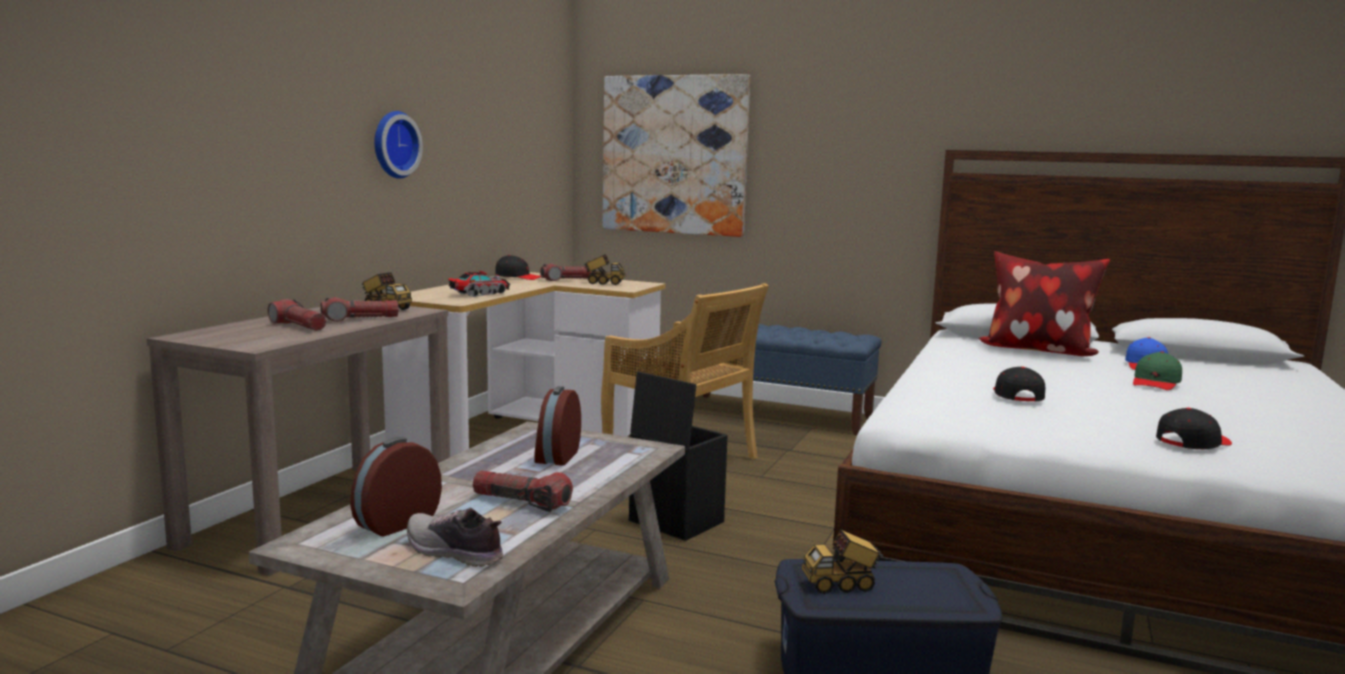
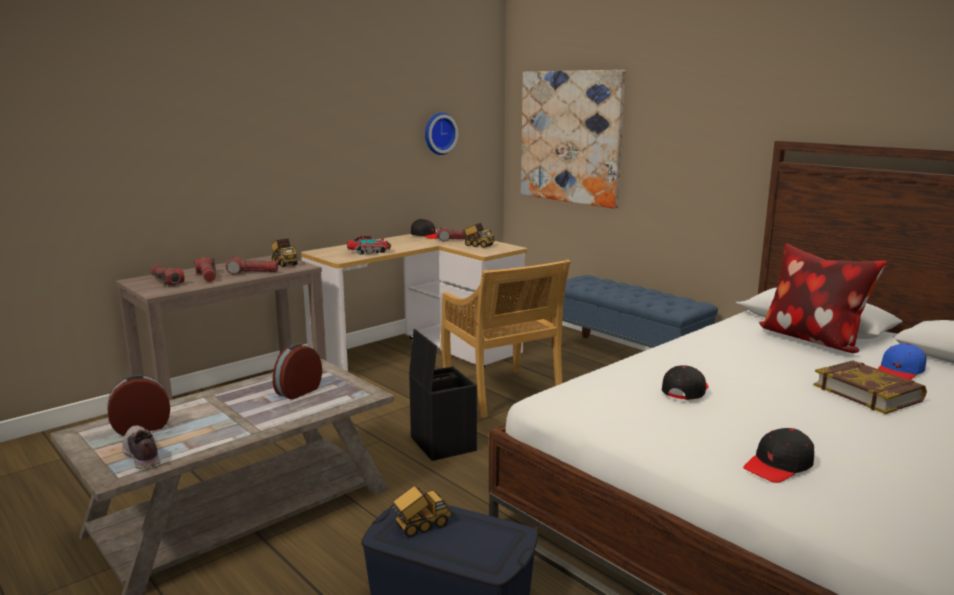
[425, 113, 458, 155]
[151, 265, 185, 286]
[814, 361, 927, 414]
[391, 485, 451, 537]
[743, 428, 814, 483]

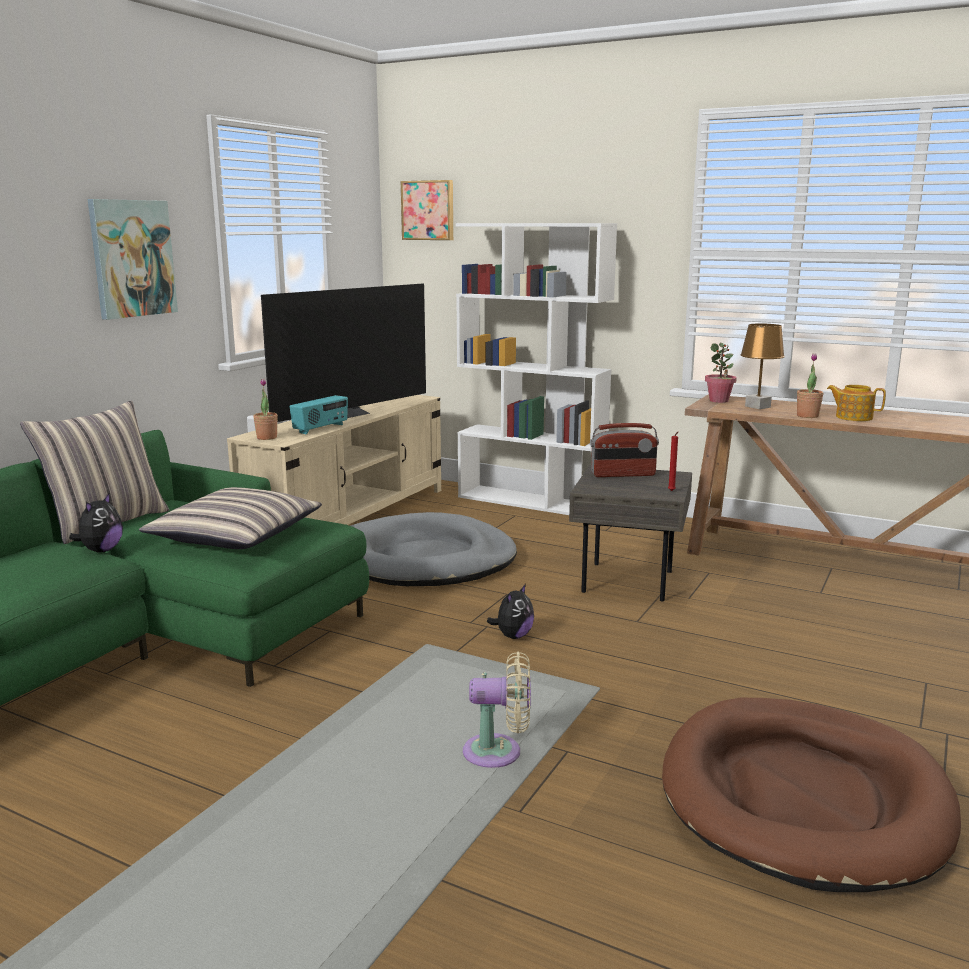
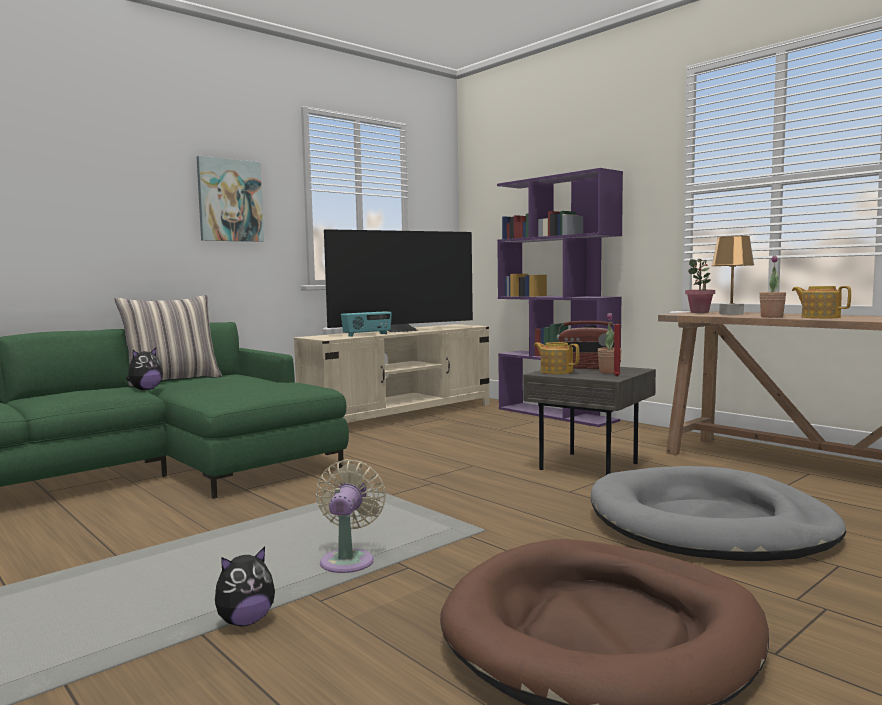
[139, 487, 322, 549] (first image)
[401, 180, 453, 240] (first image)
[534, 342, 579, 374]
[597, 313, 622, 374]
[591, 466, 846, 561]
[215, 547, 275, 626]
[497, 168, 623, 427]
[316, 459, 386, 573]

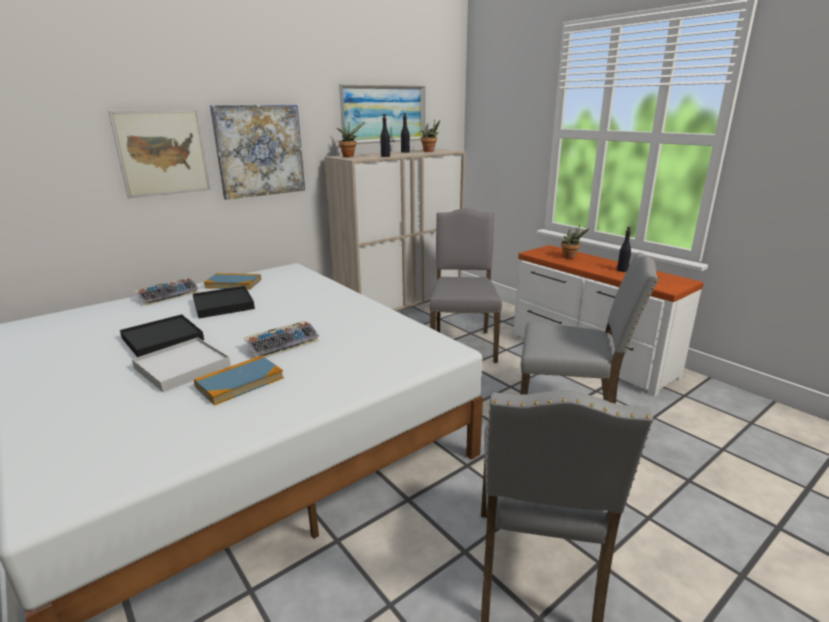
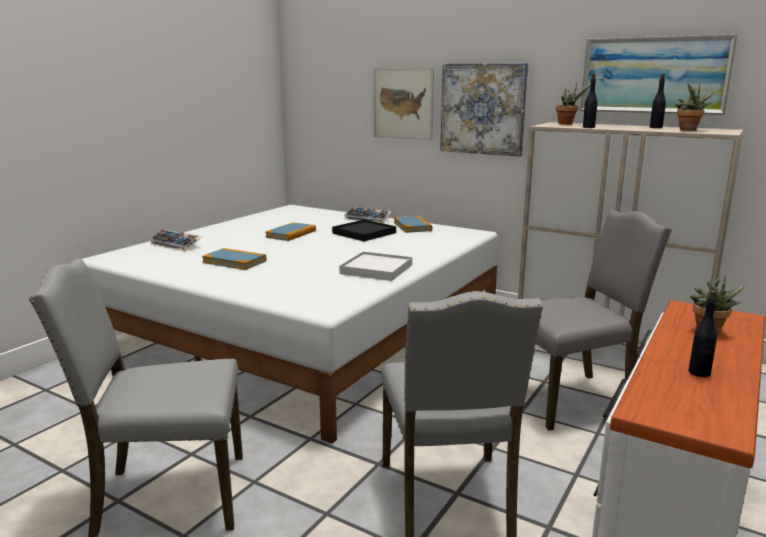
[339, 251, 412, 281]
[149, 230, 202, 251]
[266, 223, 316, 241]

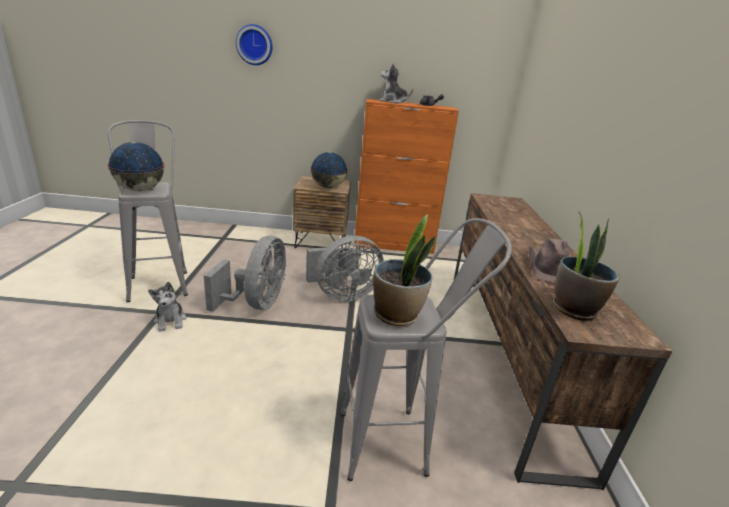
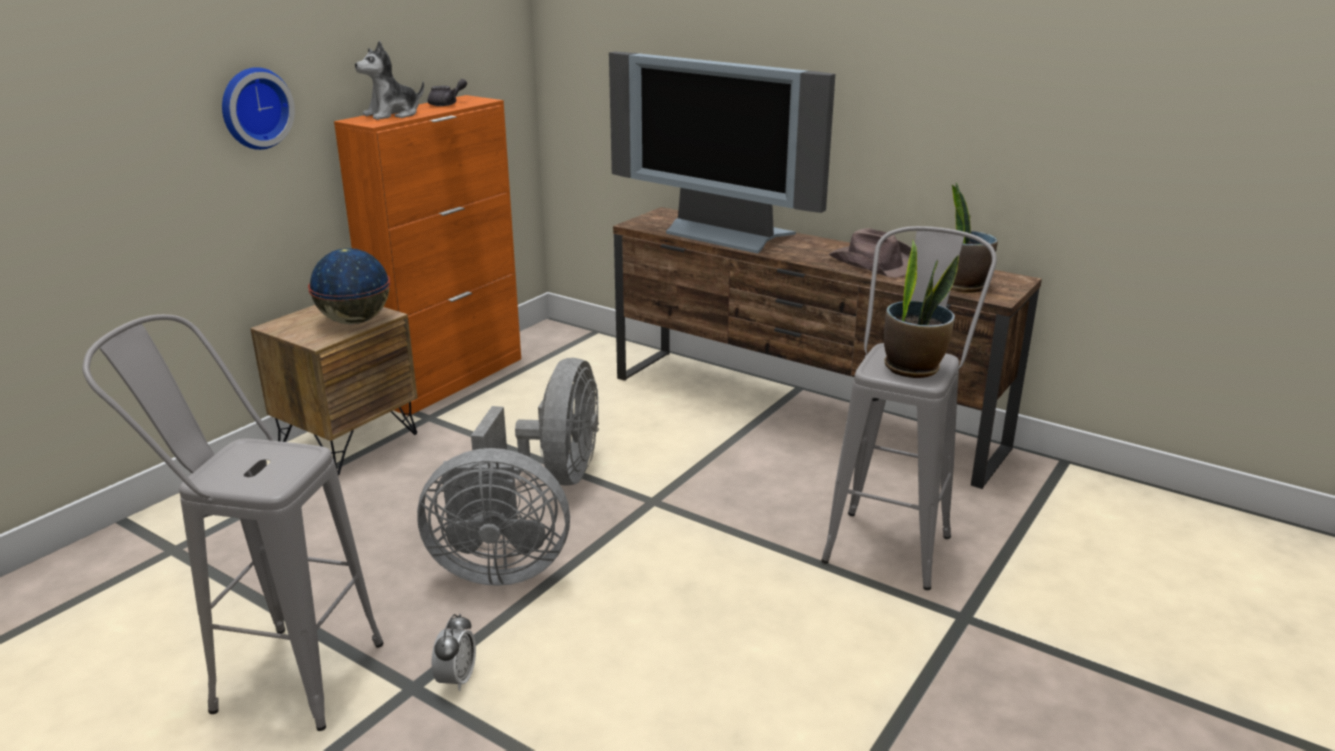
[108, 142, 164, 191] (first image)
[609, 52, 835, 254]
[222, 67, 295, 150]
[432, 614, 476, 691]
[417, 448, 570, 586]

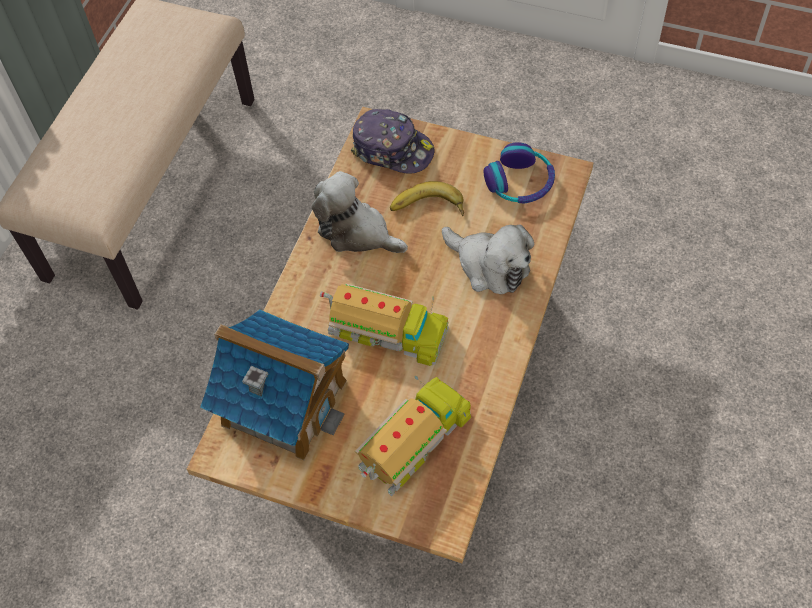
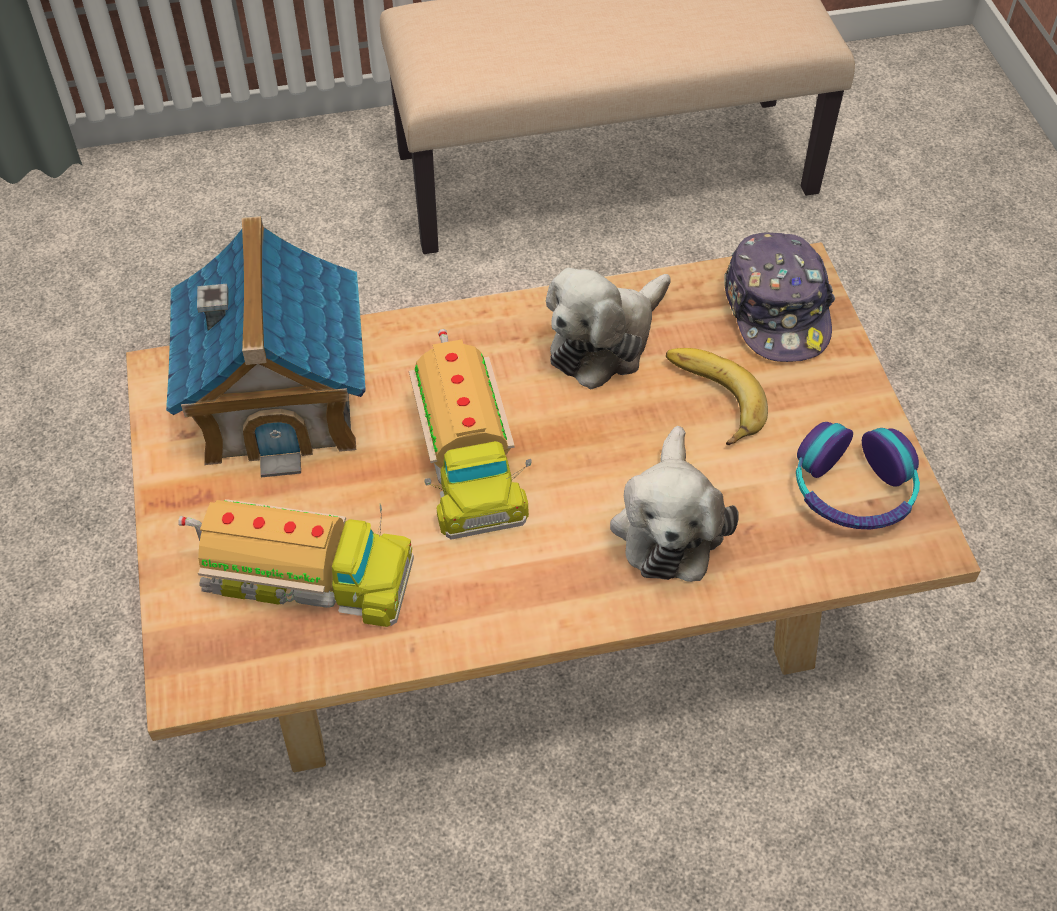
[546, 268, 671, 390]

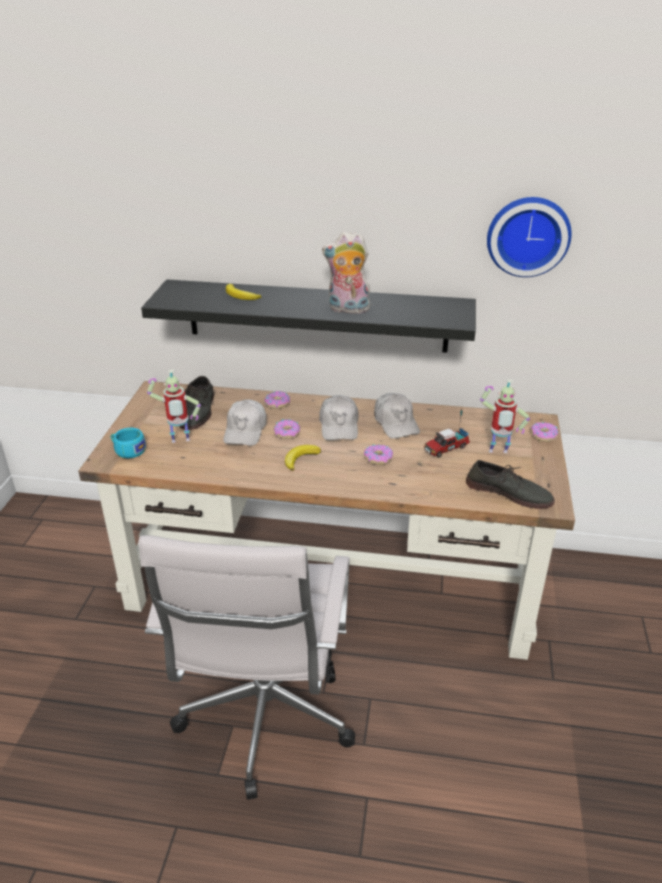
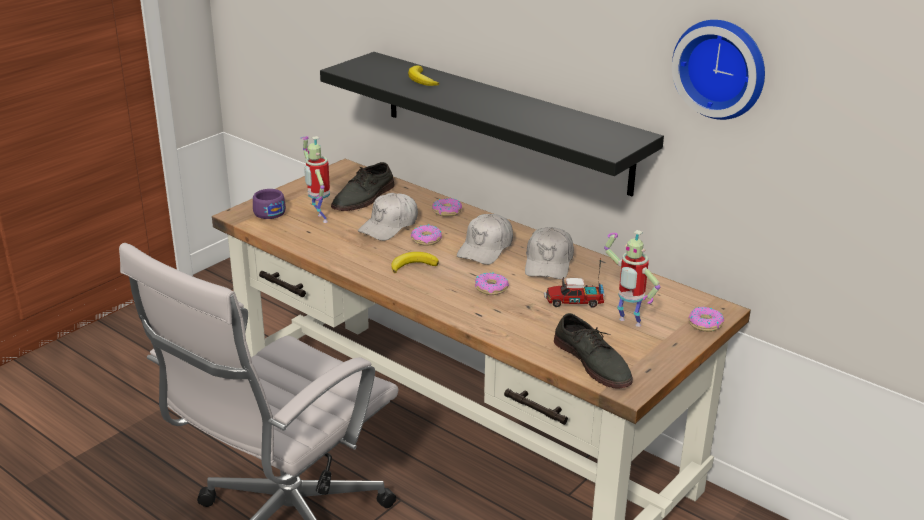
[322, 232, 370, 316] (first image)
[253, 189, 286, 219]
[300, 136, 330, 223]

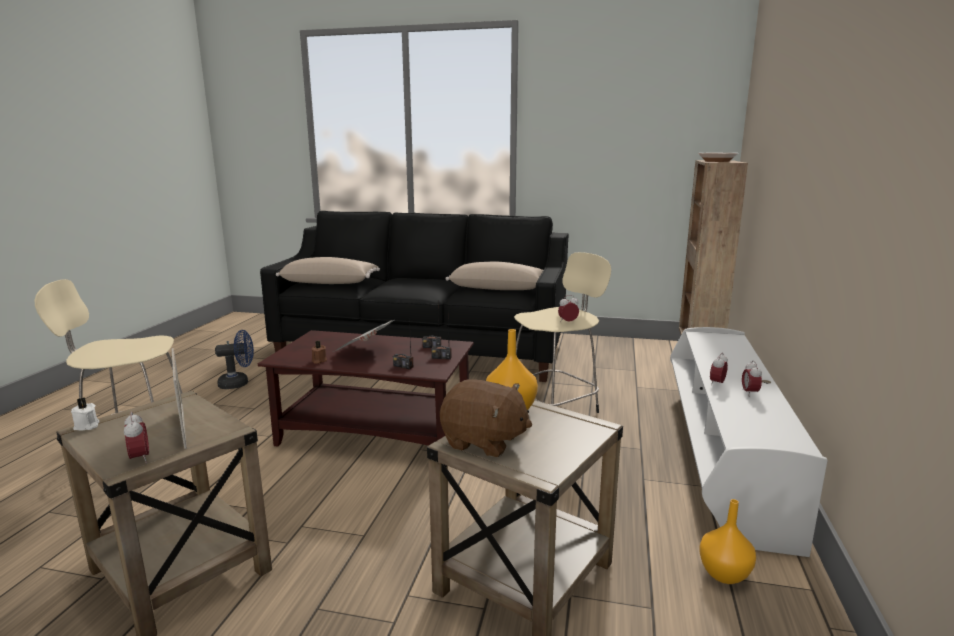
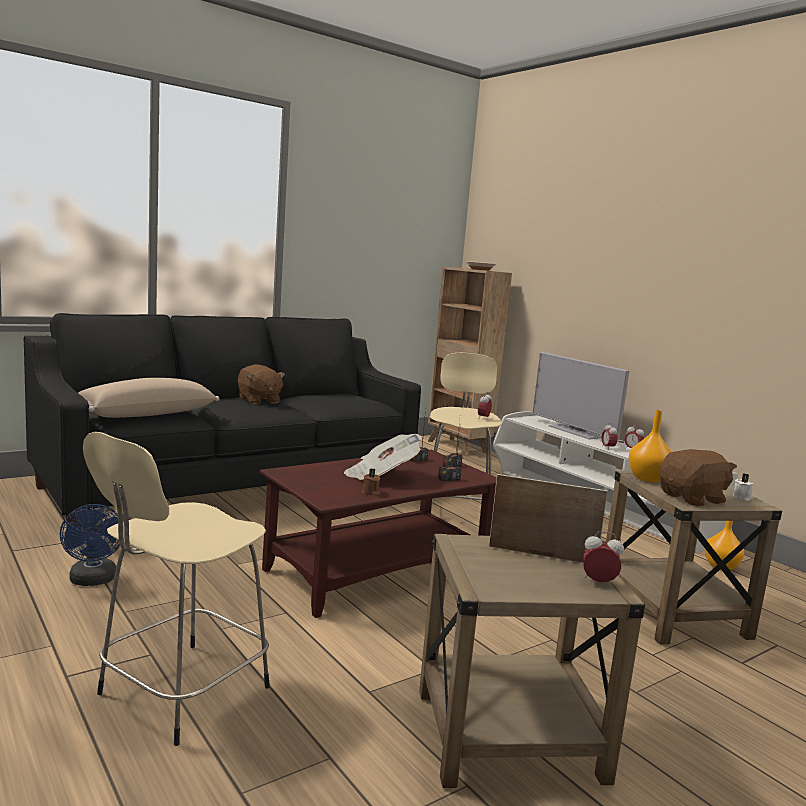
[446, 262, 543, 290] (first image)
[237, 364, 285, 404]
[532, 352, 629, 440]
[733, 473, 754, 501]
[60, 504, 120, 586]

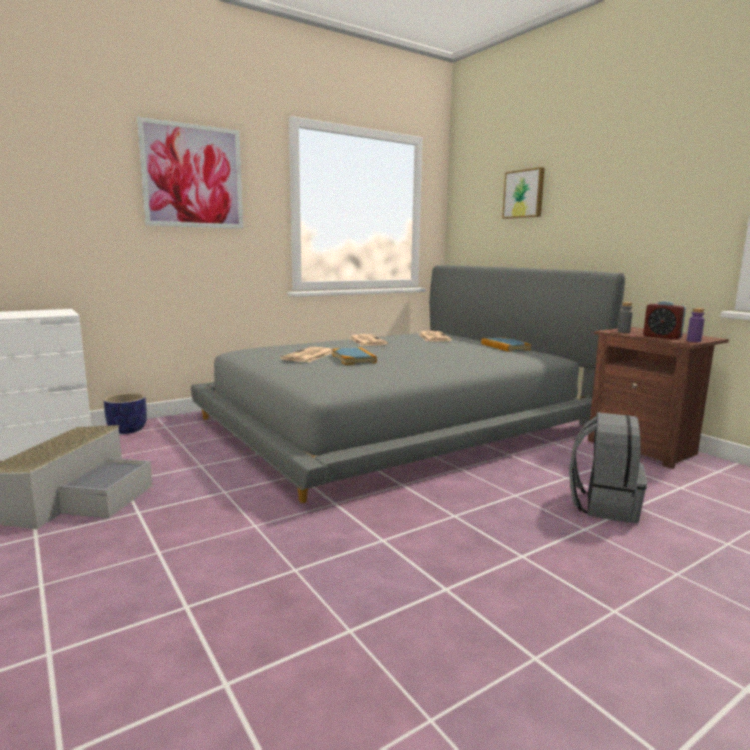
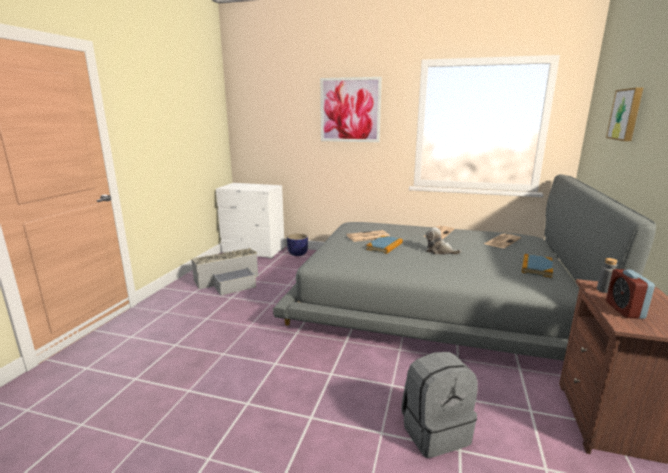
[687, 308, 705, 342] (first image)
[426, 227, 461, 255]

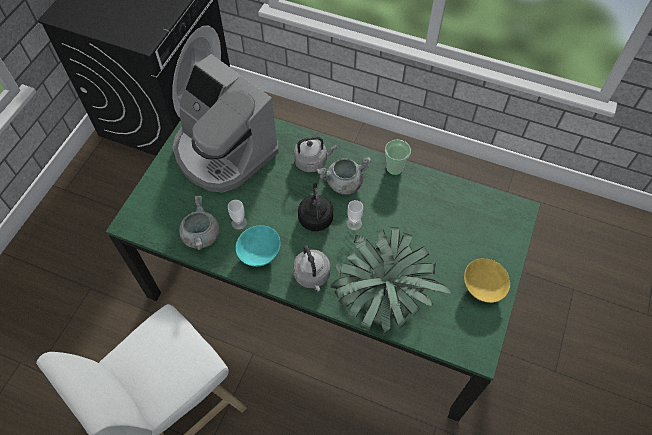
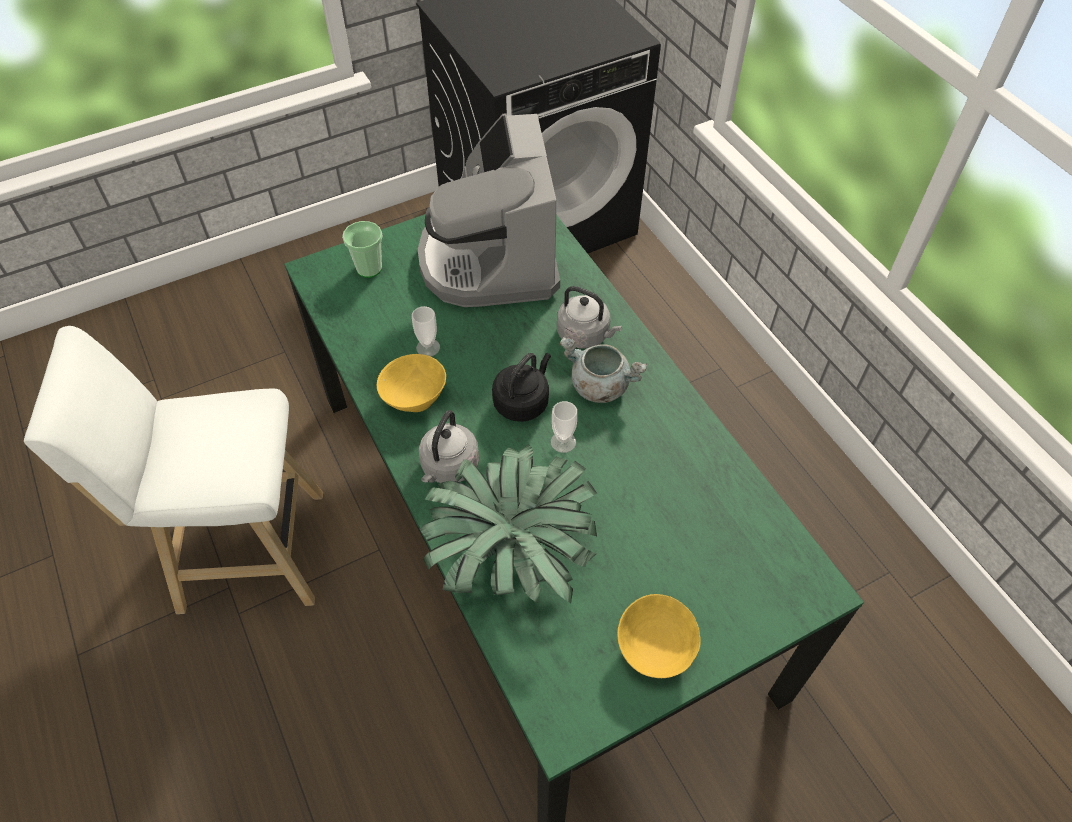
[179, 196, 219, 250] (first image)
[342, 221, 382, 278]
[377, 354, 446, 412]

